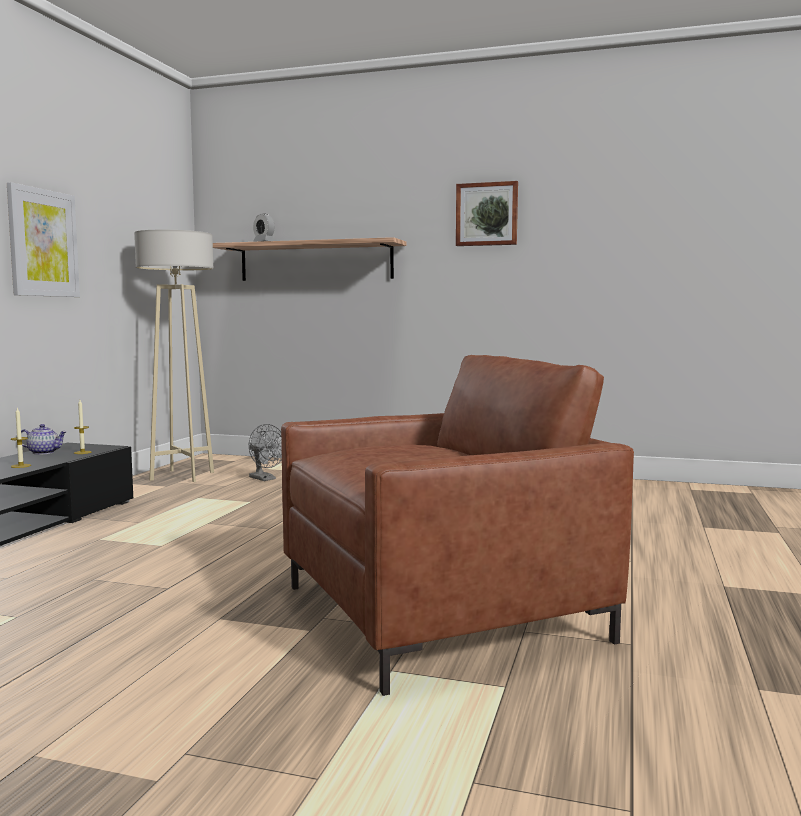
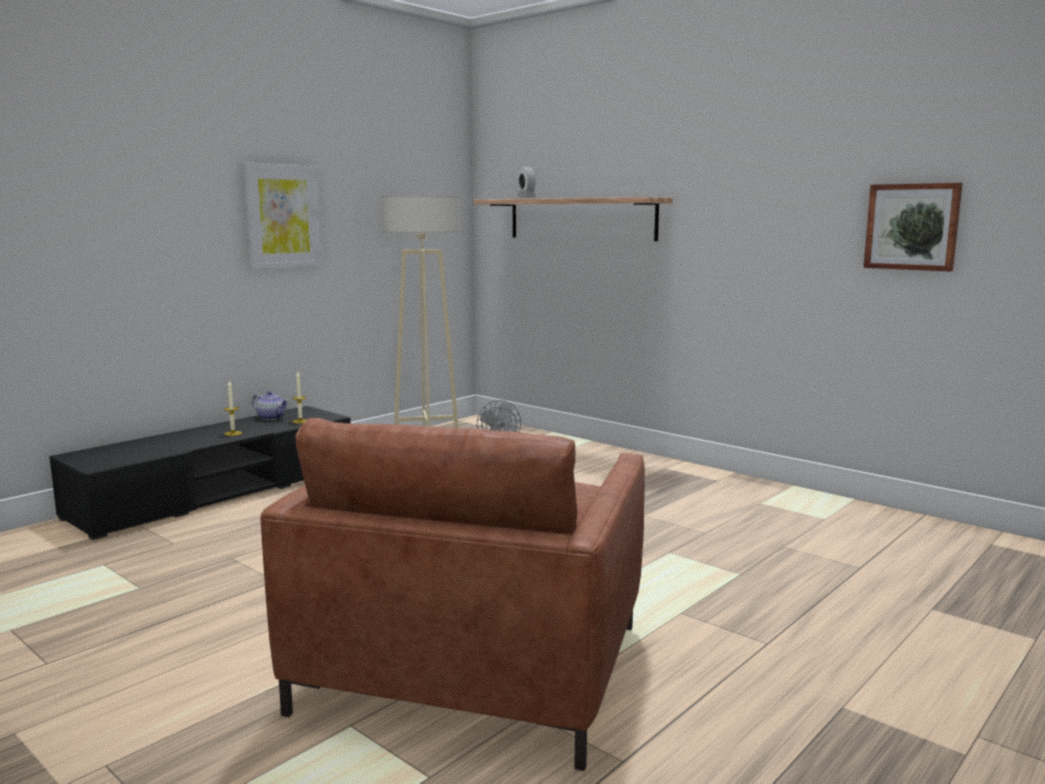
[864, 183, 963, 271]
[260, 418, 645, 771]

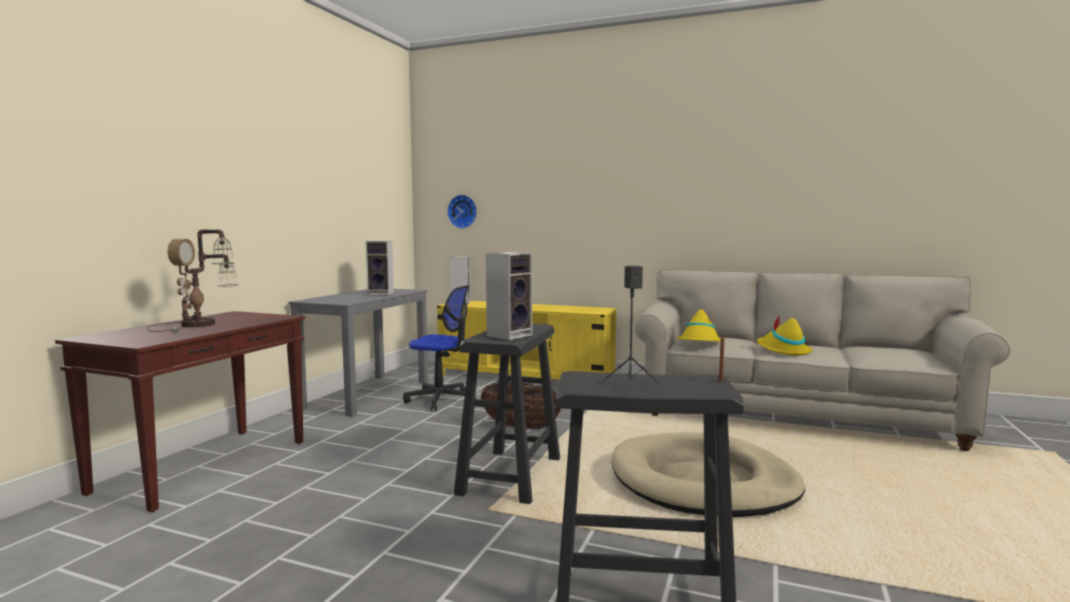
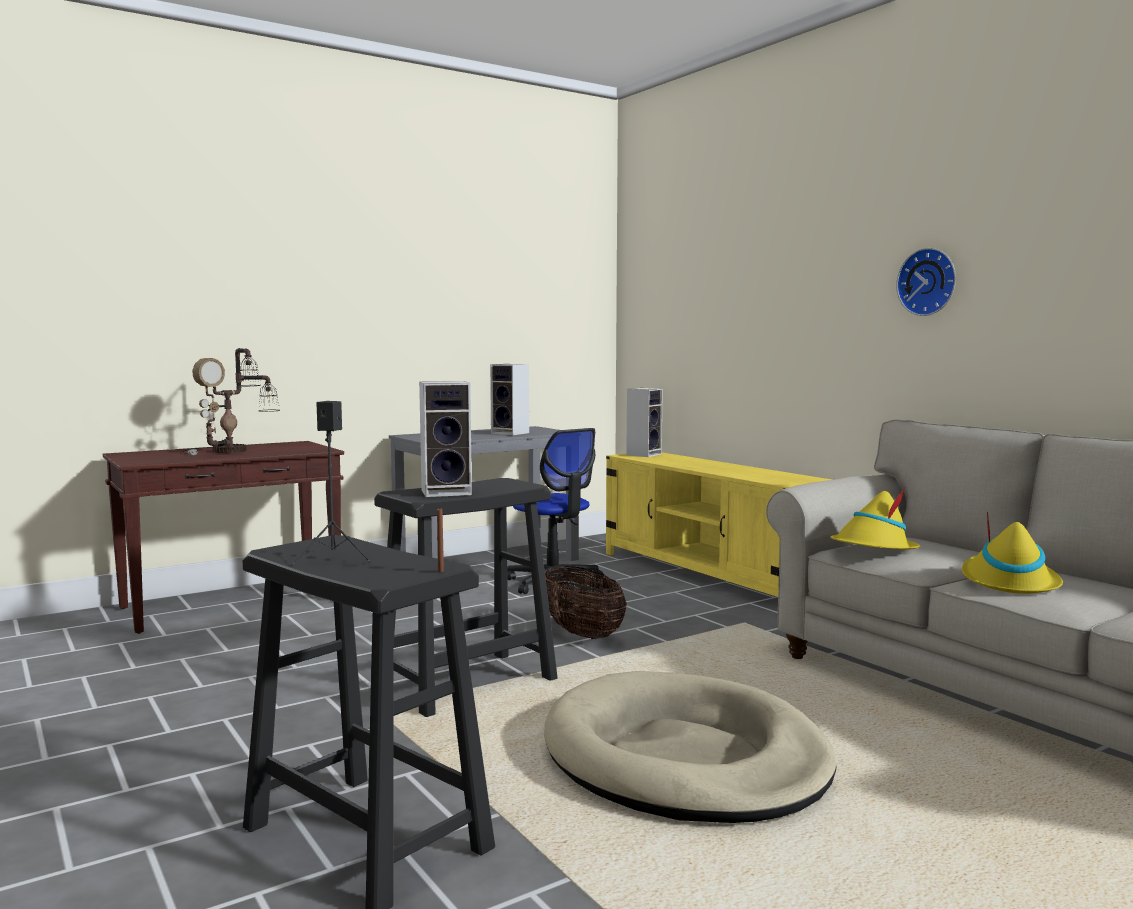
[896, 248, 956, 316]

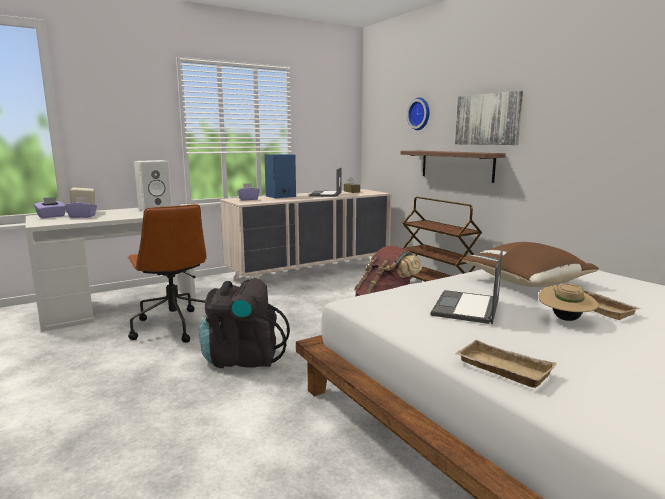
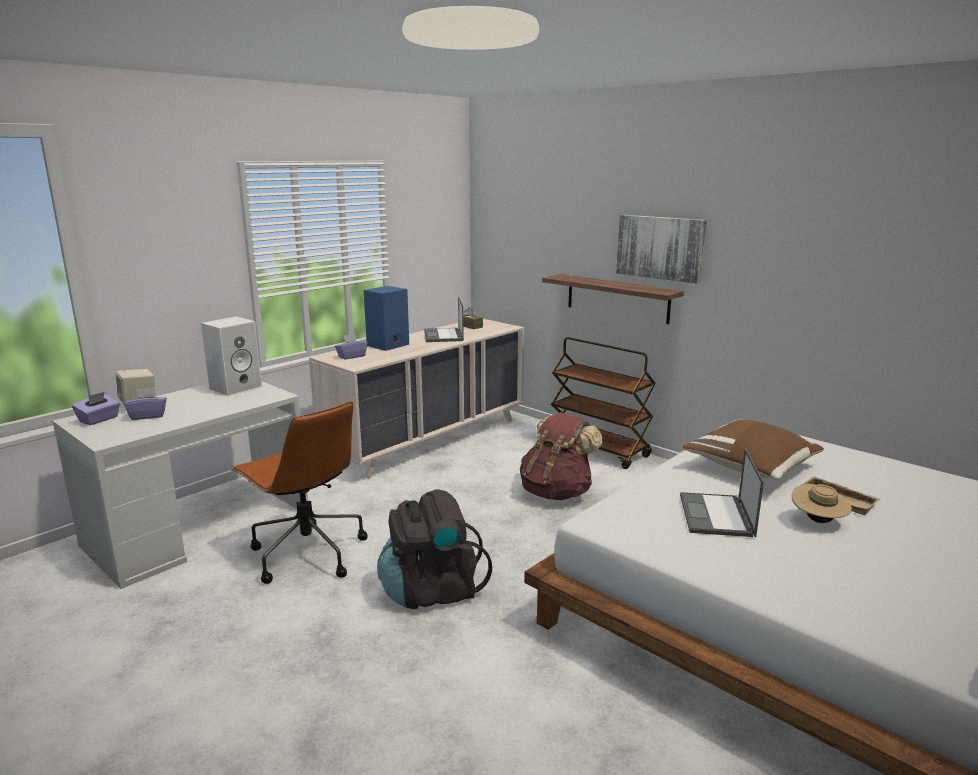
[407, 97, 430, 130] (first image)
[455, 340, 557, 388] (first image)

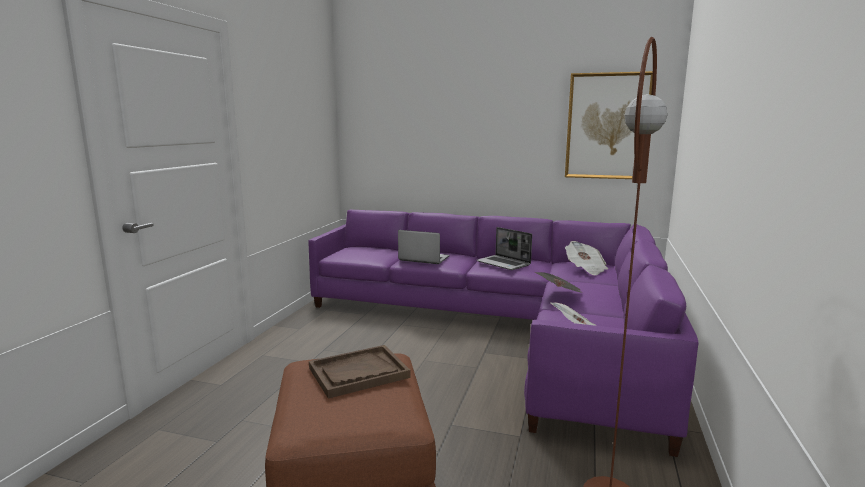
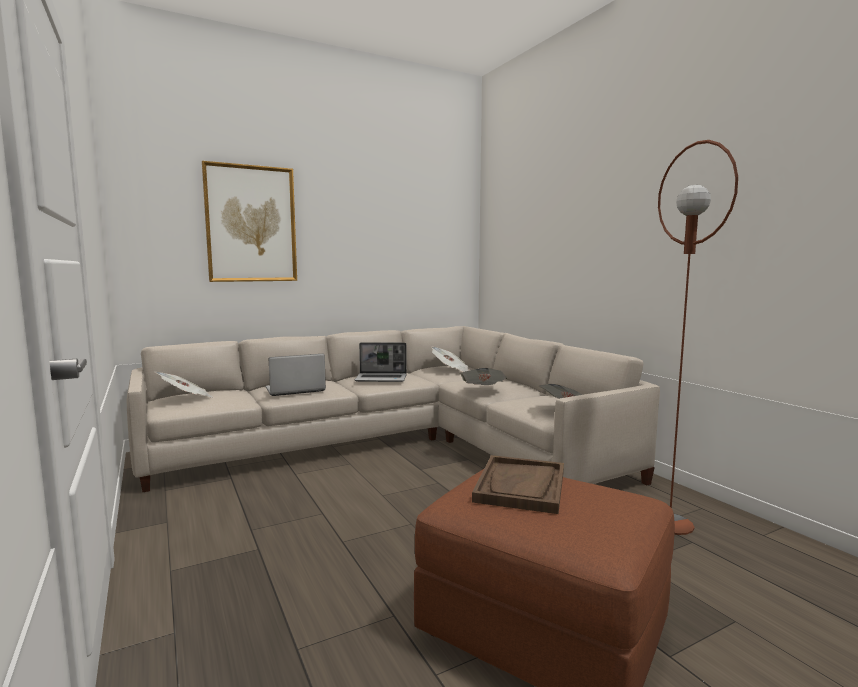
[155, 372, 213, 397]
[202, 161, 297, 282]
[127, 326, 660, 492]

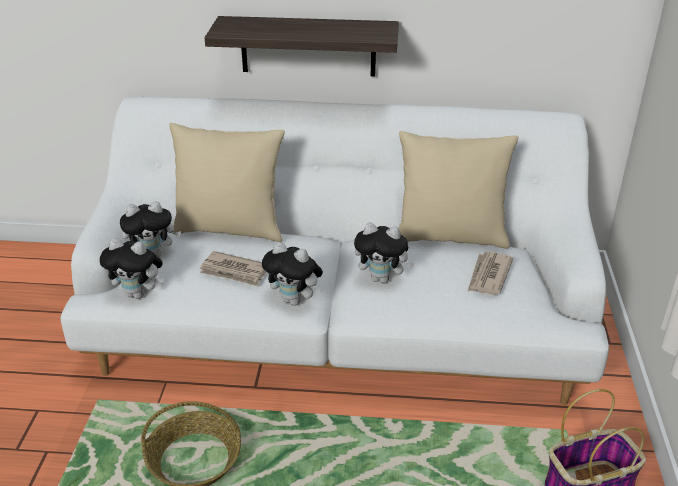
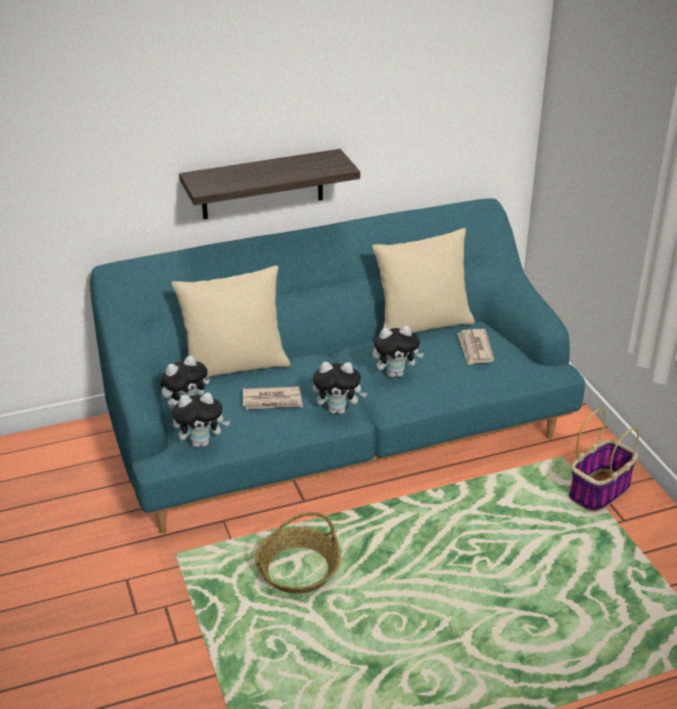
[90, 198, 585, 534]

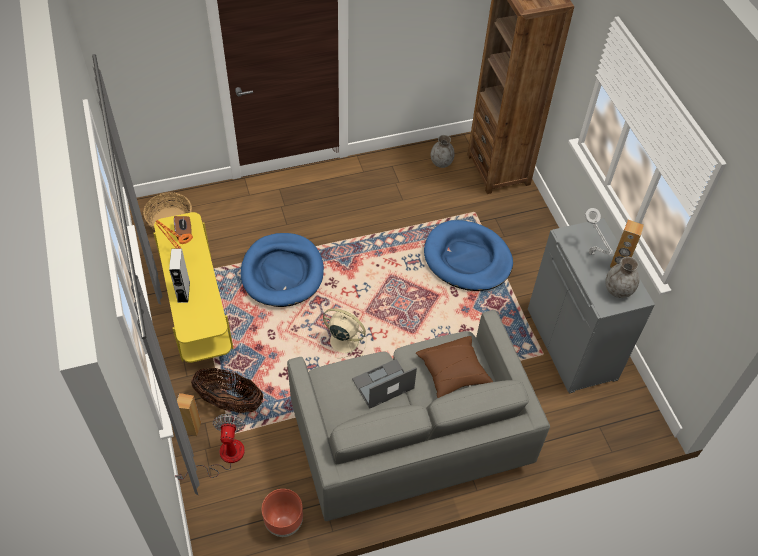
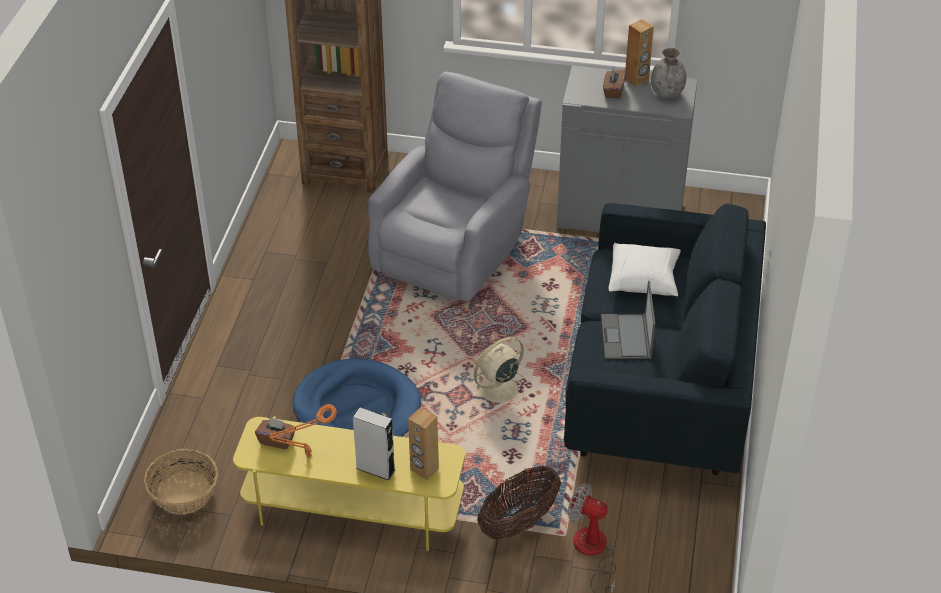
[262, 489, 303, 537] (first image)
[431, 135, 455, 168] (first image)
[408, 407, 439, 480]
[368, 72, 542, 301]
[603, 68, 626, 99]
[564, 203, 766, 475]
[609, 243, 681, 296]

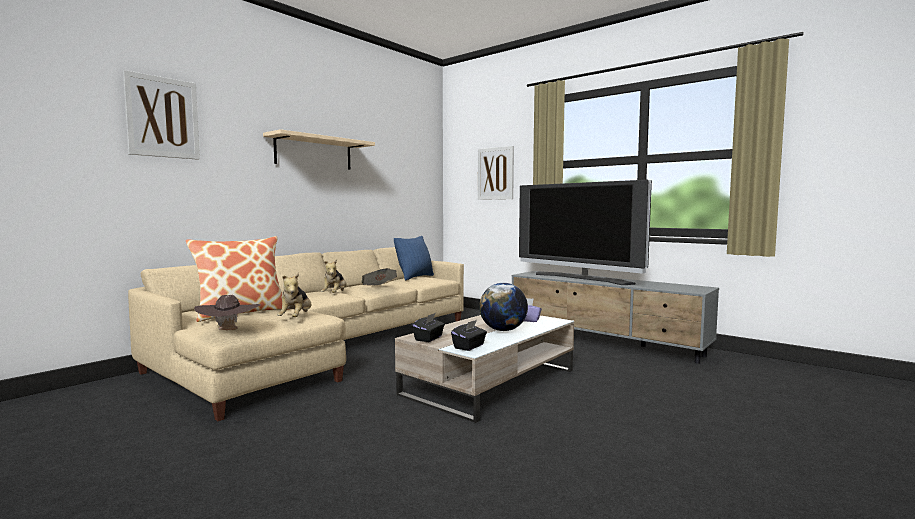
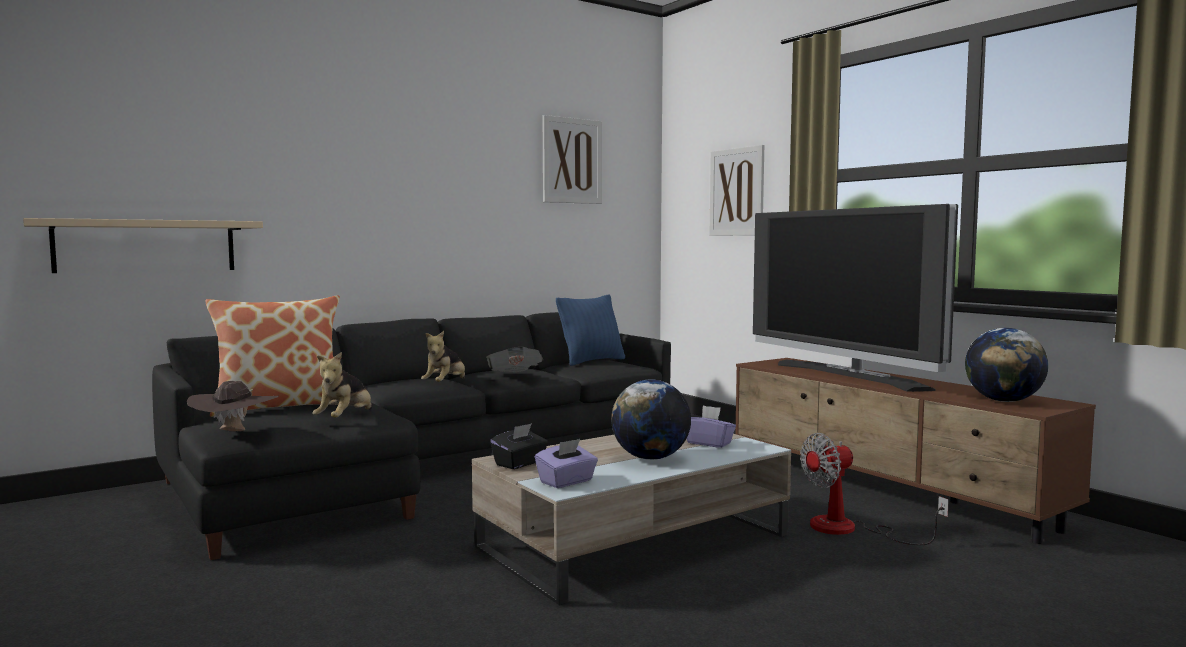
[800, 433, 949, 545]
[965, 328, 1048, 402]
[543, 115, 602, 204]
[23, 218, 263, 273]
[152, 312, 671, 560]
[535, 439, 598, 488]
[735, 358, 1096, 544]

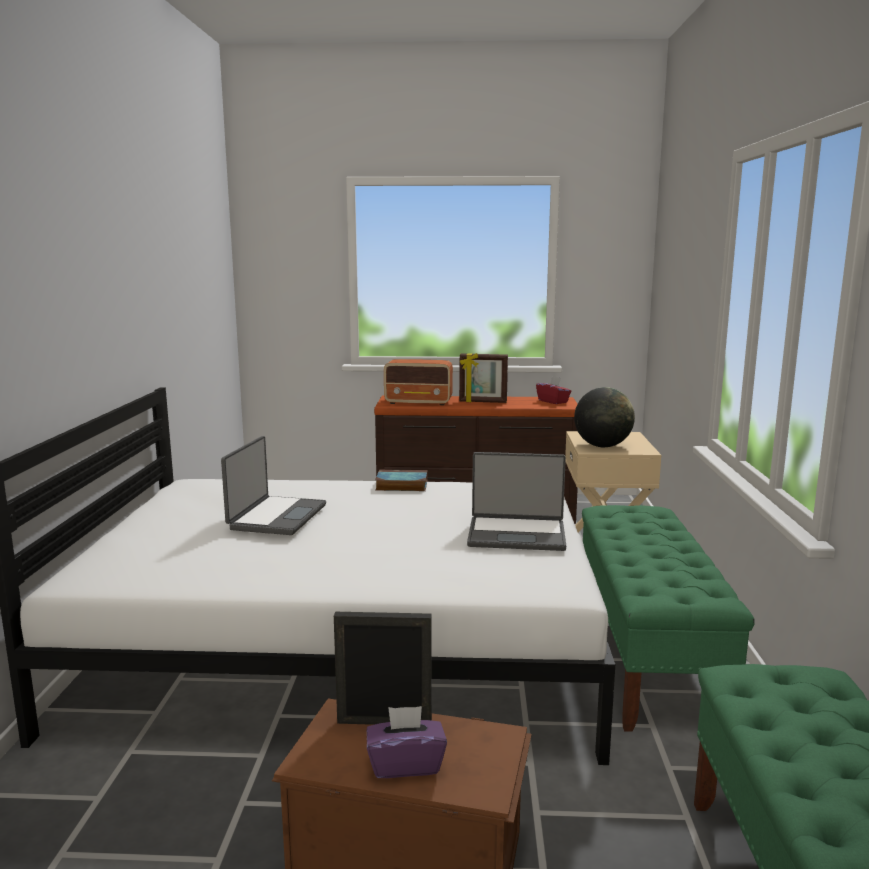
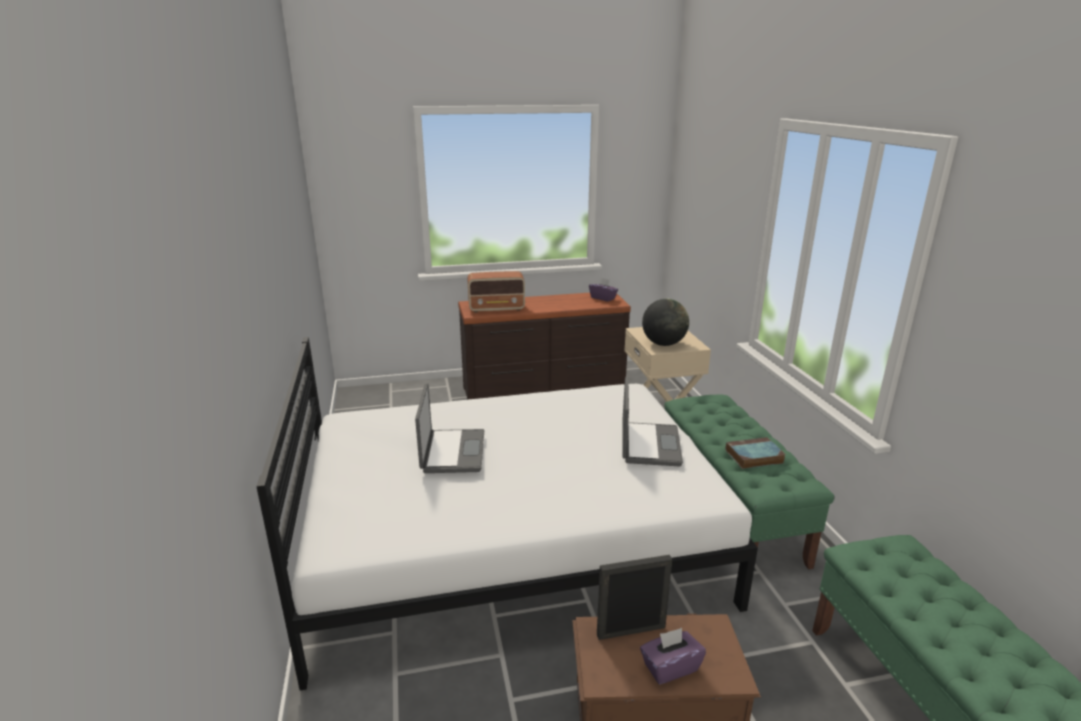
[459, 353, 508, 403] (first image)
[725, 437, 786, 469]
[589, 277, 618, 302]
[622, 377, 683, 466]

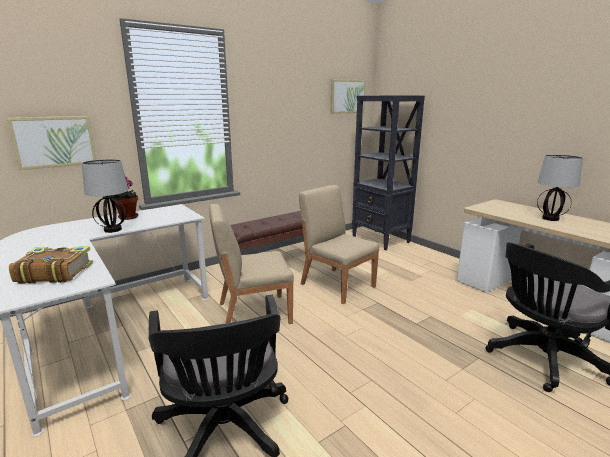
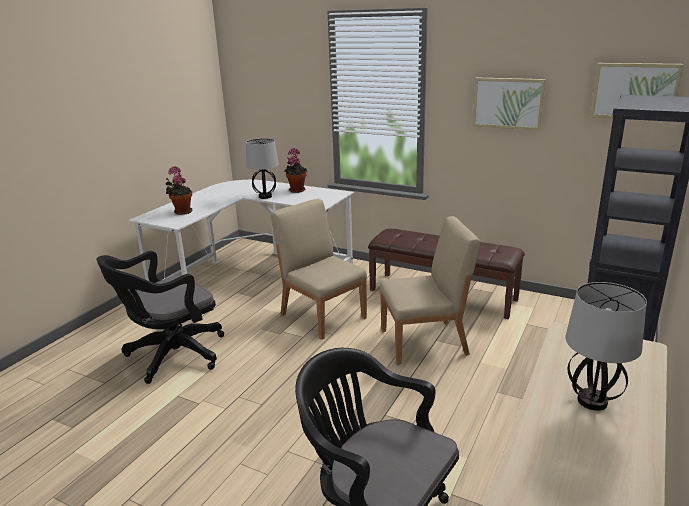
[472, 77, 546, 131]
[166, 166, 193, 215]
[380, 216, 480, 365]

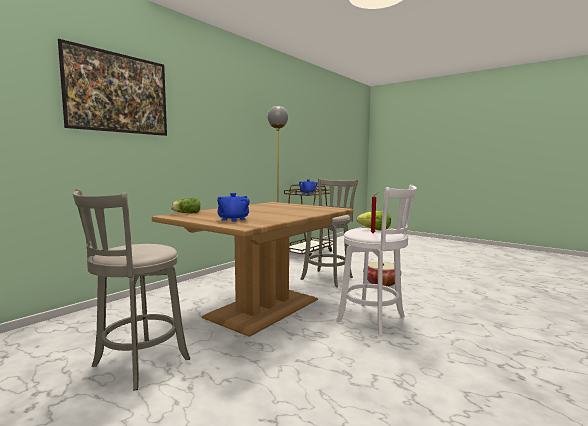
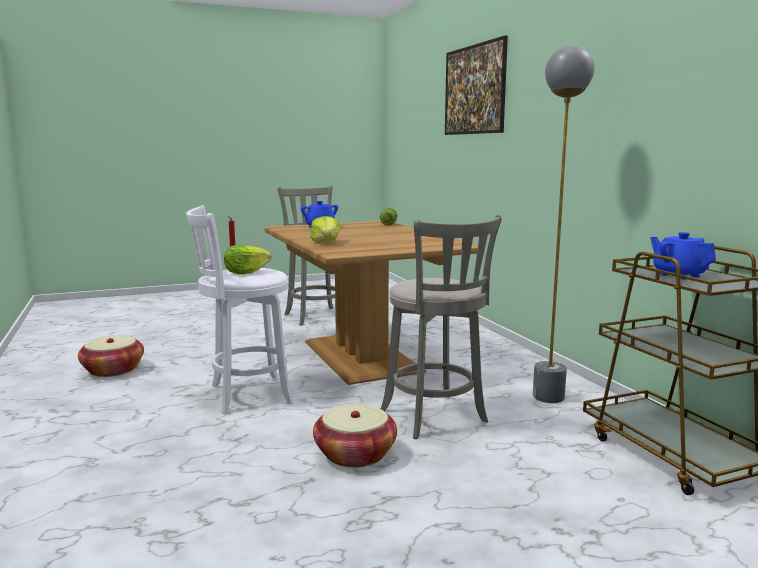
[78, 335, 144, 377]
[310, 216, 340, 243]

